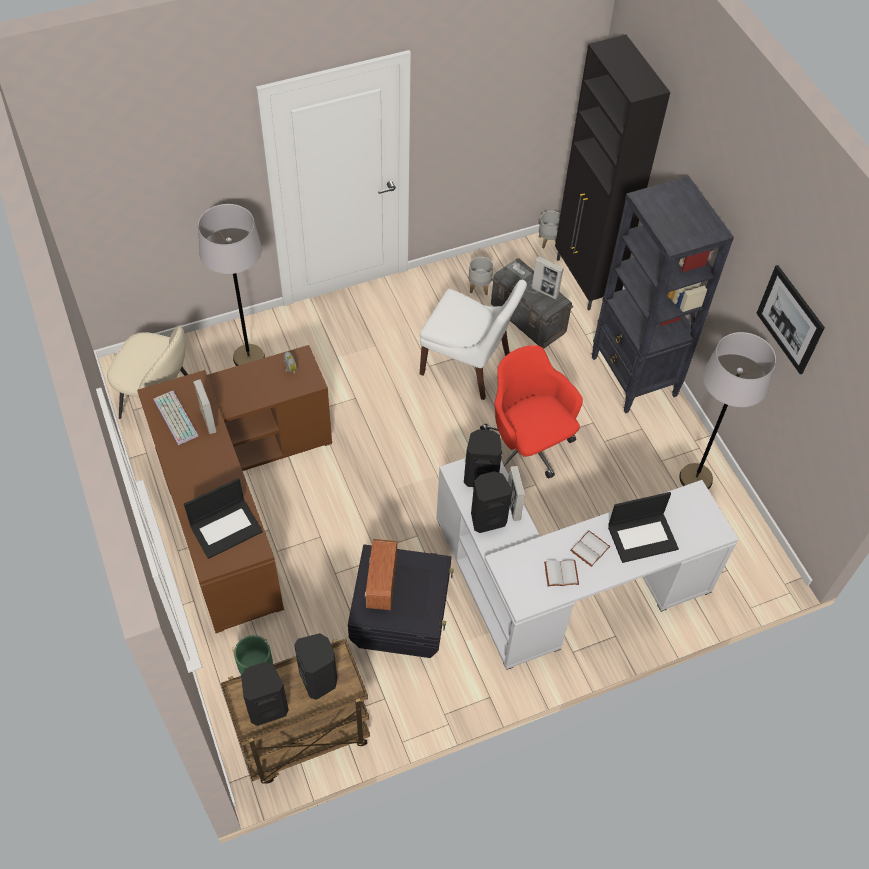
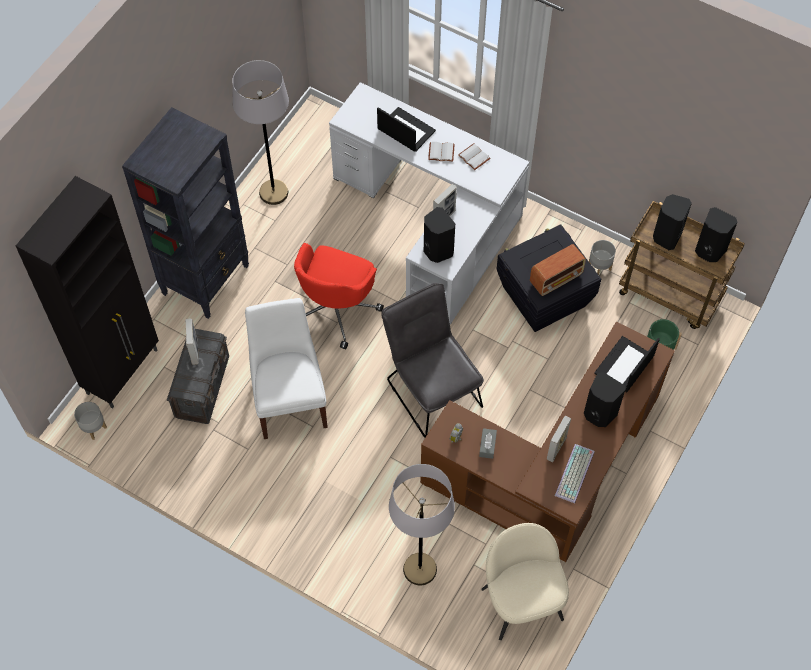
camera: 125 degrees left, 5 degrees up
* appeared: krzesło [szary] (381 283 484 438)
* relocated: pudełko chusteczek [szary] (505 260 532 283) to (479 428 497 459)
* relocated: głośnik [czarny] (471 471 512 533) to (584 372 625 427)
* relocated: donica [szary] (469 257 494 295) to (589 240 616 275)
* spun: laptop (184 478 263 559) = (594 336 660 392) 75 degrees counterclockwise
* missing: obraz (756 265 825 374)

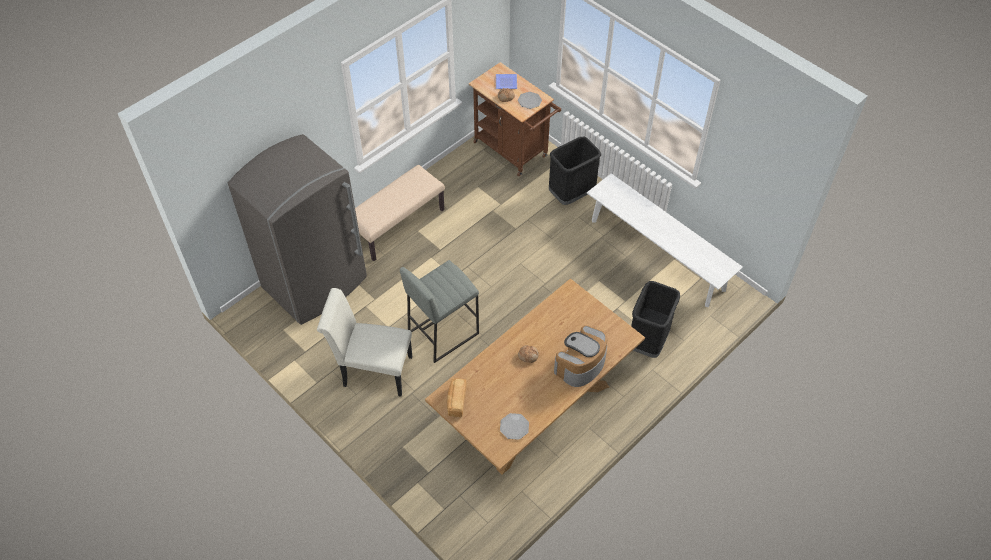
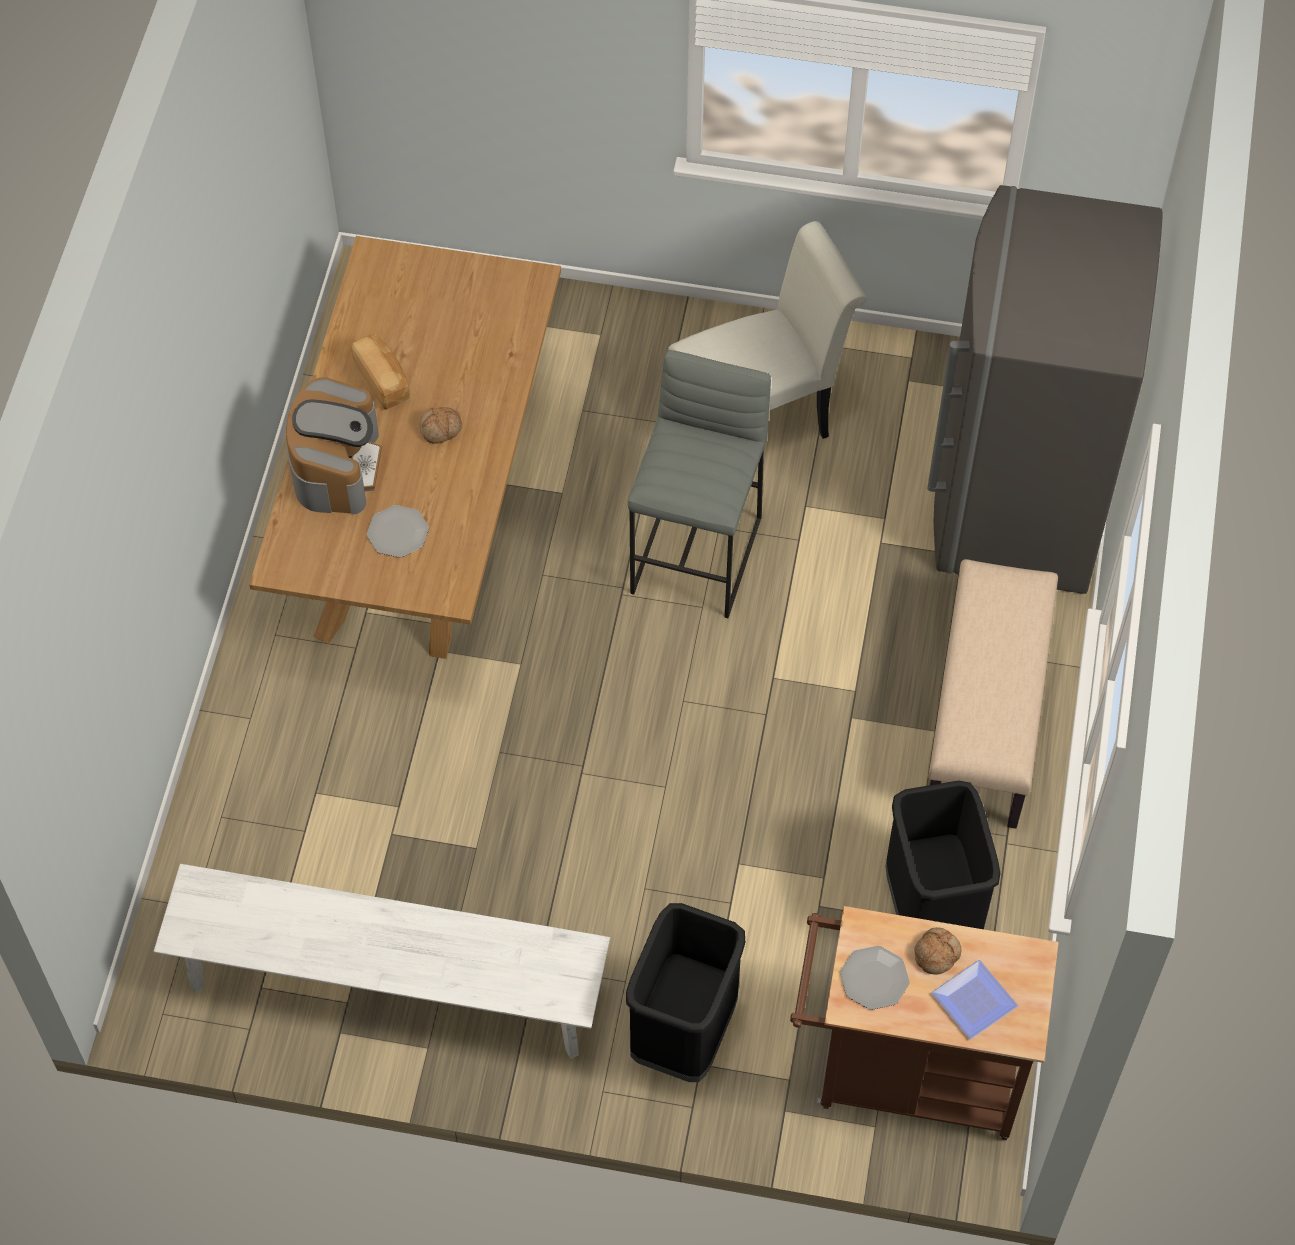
camera: 145 degrees right, 5 degrees up
* relocated: chleb (447 378 467 417) to (351 334 410 410)
* relocated: talerz (500 413 529 440) to (367 505 429 558)
* relocated: kosz na śmieci [czarny] (631 281 680 358) to (885 781 1000 929)

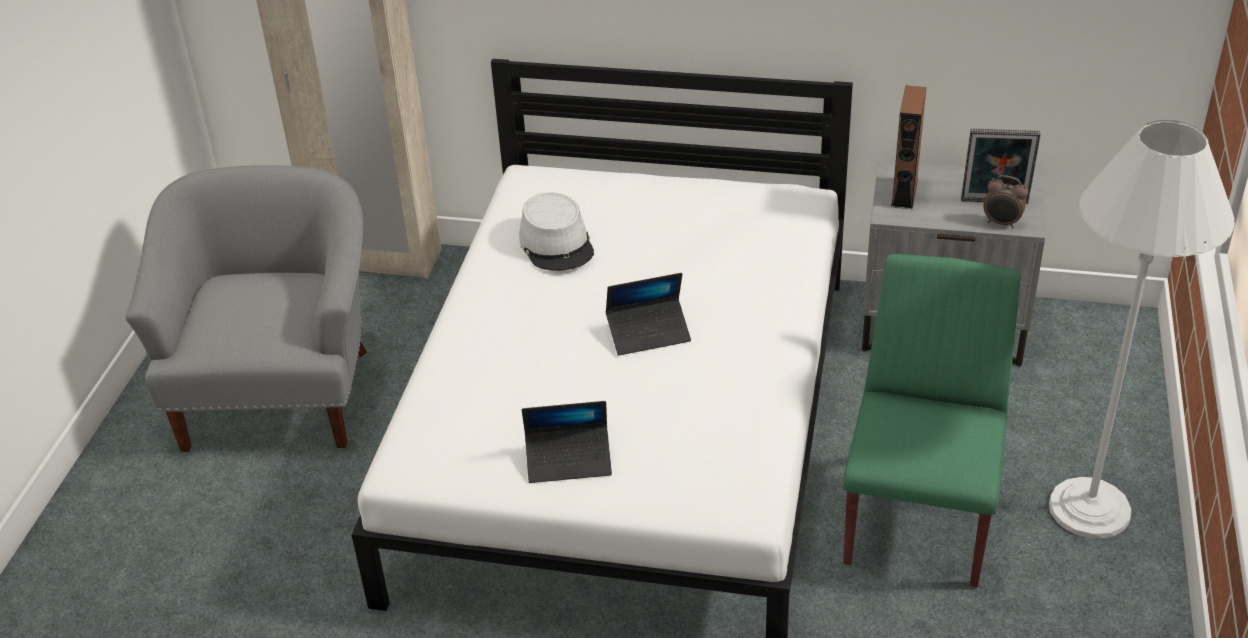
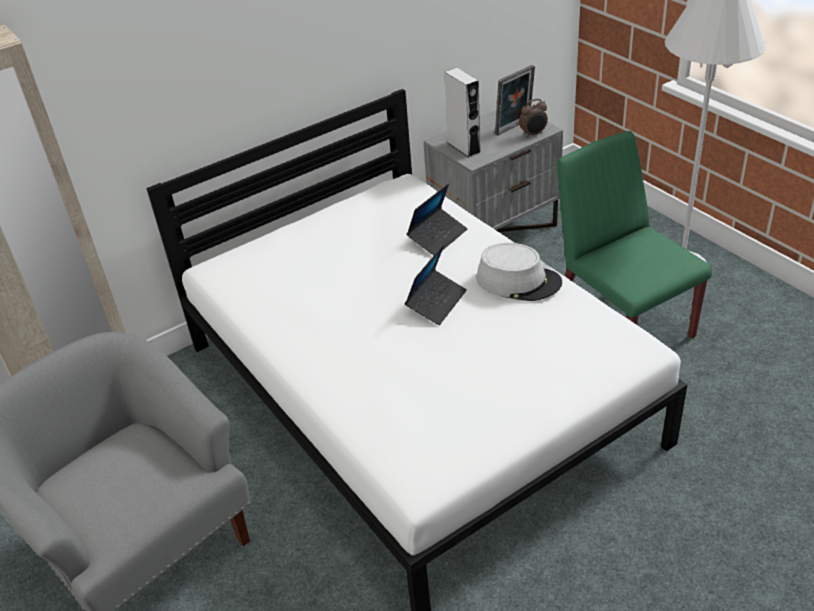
camera: 45 degrees left, 0 degrees up
* relocated: laptop (522 401 612 483) to (406 184 467 256)
* colour: głośnik [brązowy] (891 86 927 209) to głośnik [szary] (444 68 481 158)
* relocated: kapelusz [szary] (519 192 594 271) to (477 243 562 301)

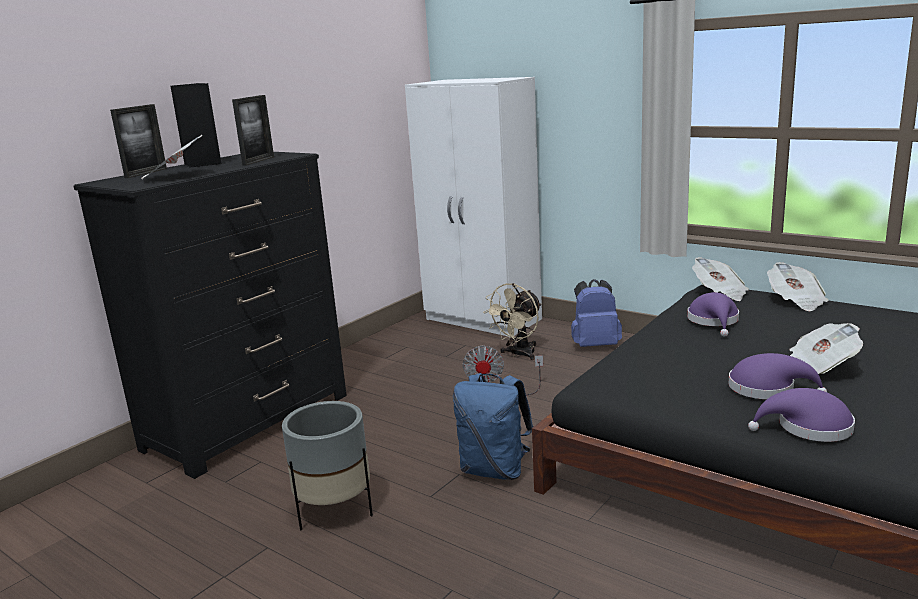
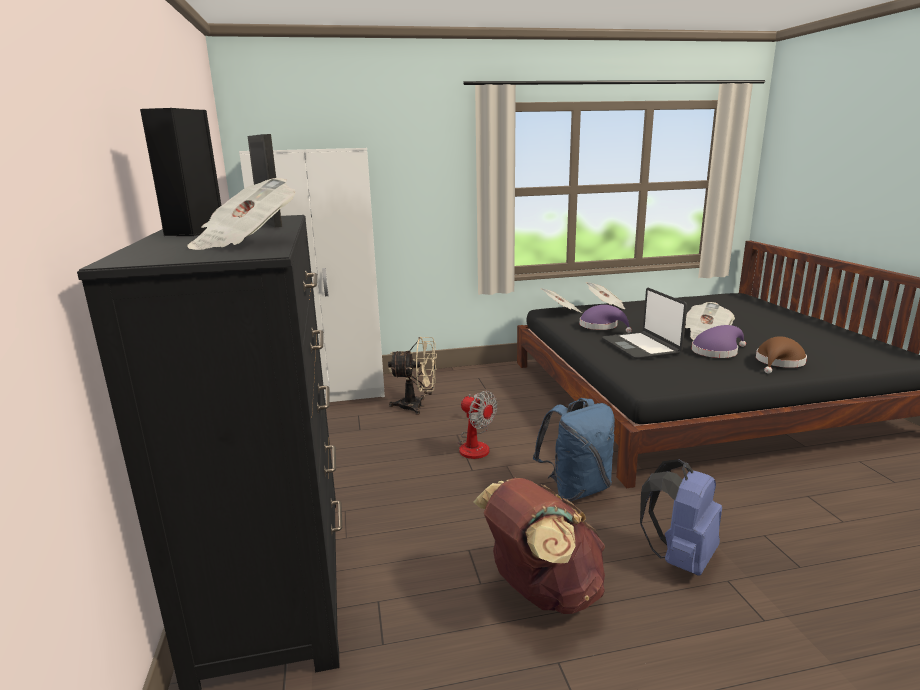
camera: 50 degrees left, 0 degrees up
* spun: wentylator [beżowy] (483 283 541 360) = (388 337 437 415) 75 degrees counterclockwise
* exchanged: donica [szary] (282 401 373 530) to plecak [brązowy] (474 478 605 614)
* appeared: laptop (602 288 687 360)
* relocated: plecak [niebieski] (571 279 622 347) to (640 459 722 576)
* colour: kapelusz [fioletowy] (748 388 855 442) to kapelusz [brązowy] (756 336 807 374)
* missing: ramka na zdjęcie (110 104 167 178)

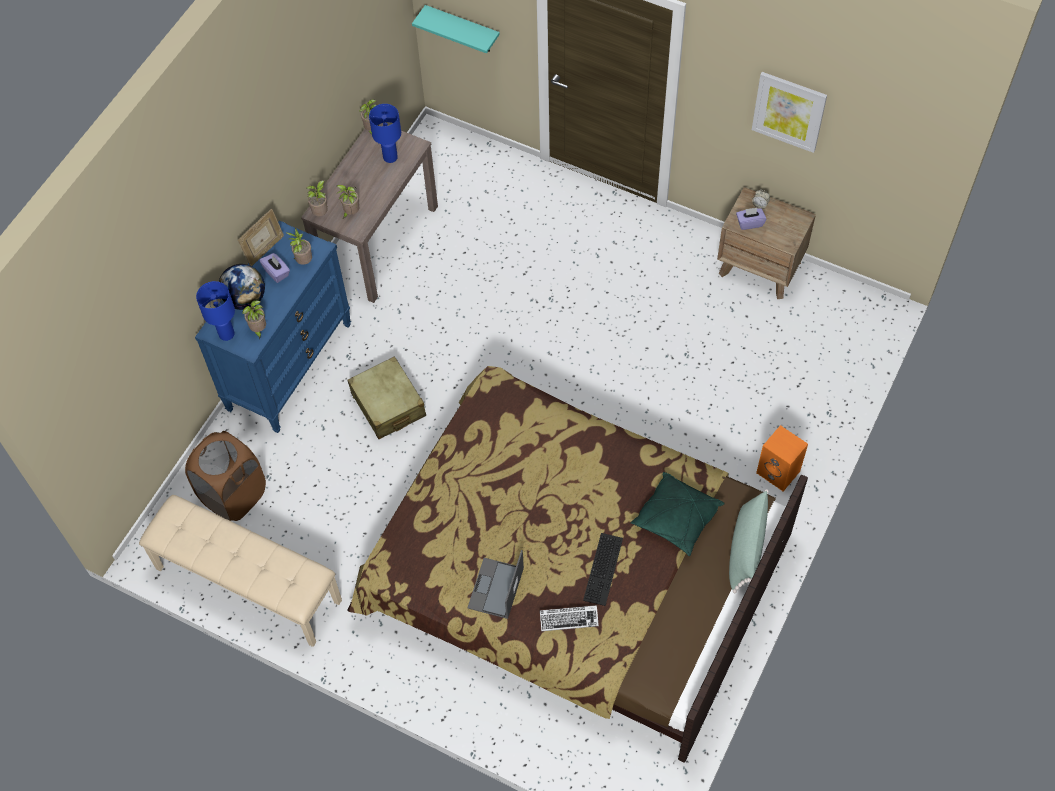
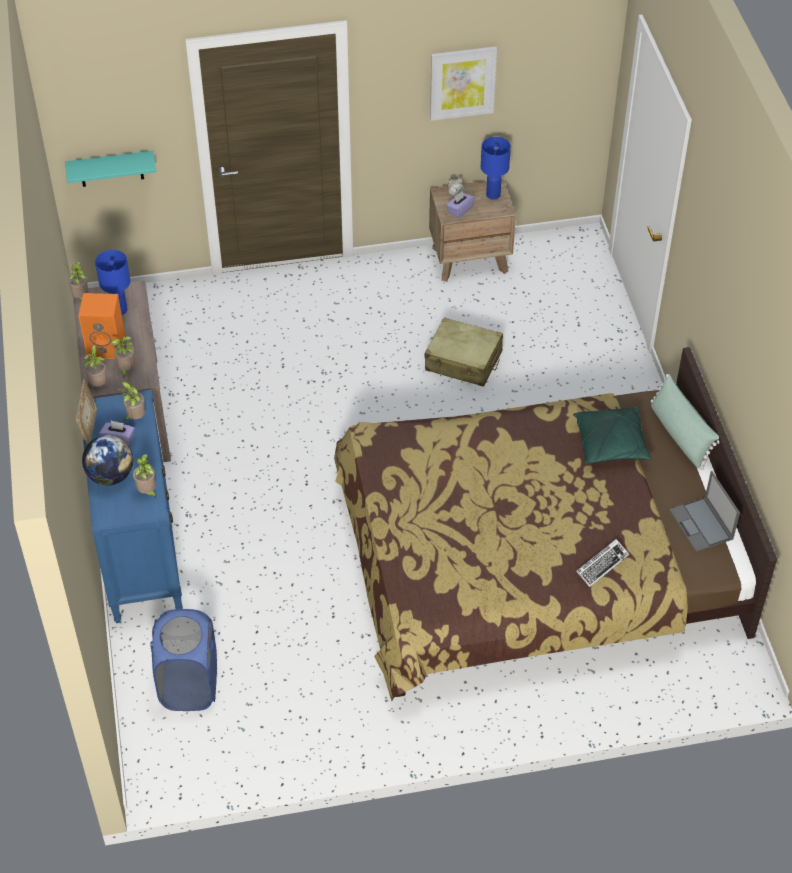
camera: 40 degrees left, 10 degrees down
* relocated: głośnik [pomarańczowy] (756 425 808 492) to (78 293 125 359)
* colour: kosz na pranie [brązowy] (185 431 266 521) to kosz na pranie [niebieski] (150 609 217 711)
* relocated: walizka [beżowy] (348 356 426 439) to (425 318 503 387)
* relocated: lampa stołowa [niebieski] (196 281 235 341) to (481 137 511 200)
* relocated: laptop (467 550 524 619) to (669 471 740 552)
* missing: ławka [beżowy] (139 495 342 647)
* missing: klawiatura (583 533 623 606)

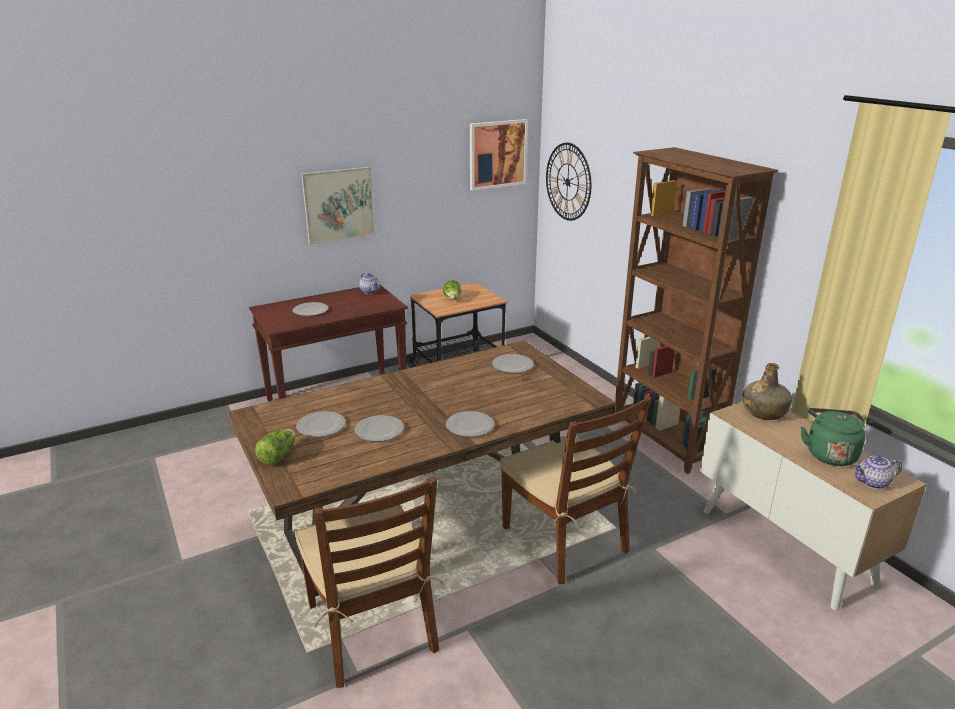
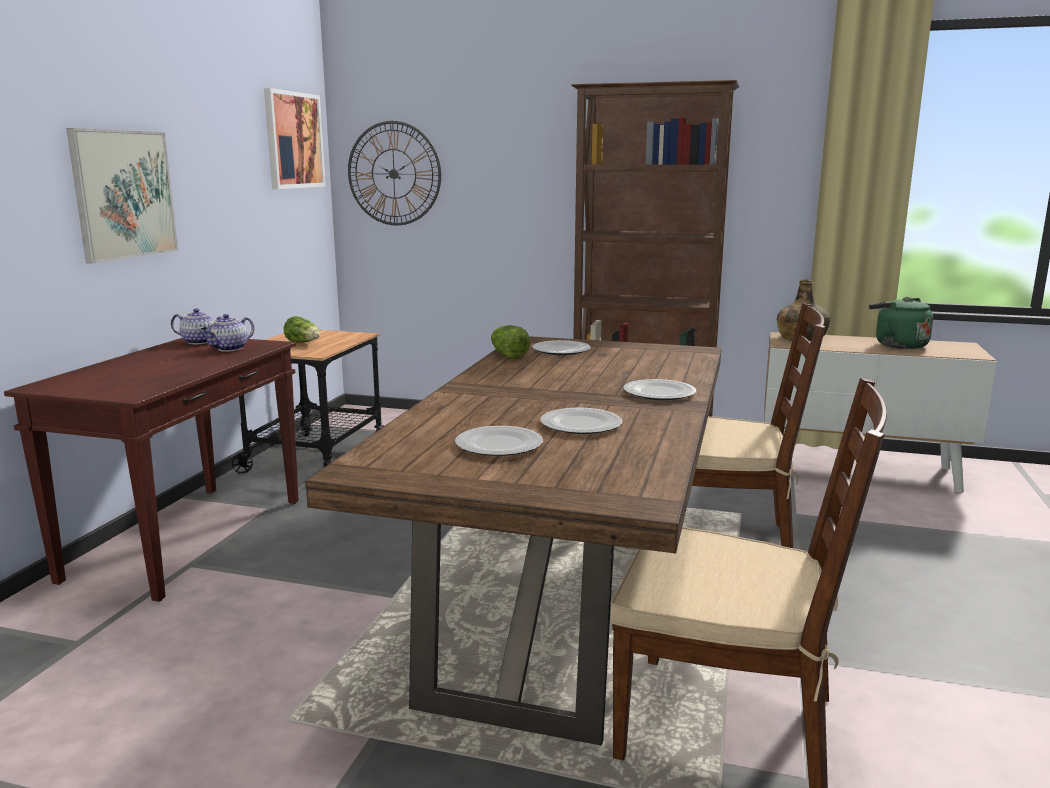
camera: 45 degrees left, 10 degrees down
* relocated: imbryk (853 455 902 489) to (200 314 254 352)
* relocated: sałata (255 429 295 465) to (491 325 530 359)
* missing: talerz (293 302 329 316)

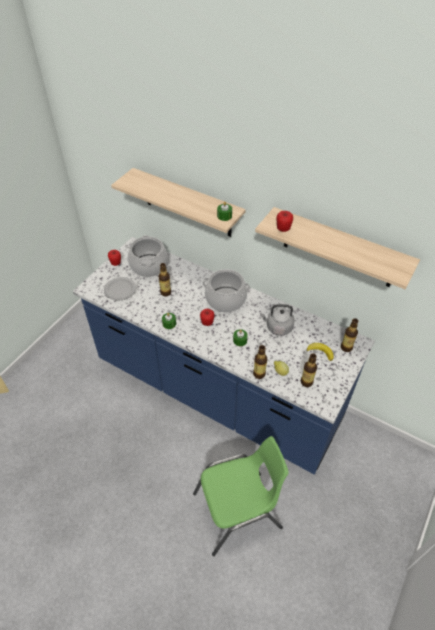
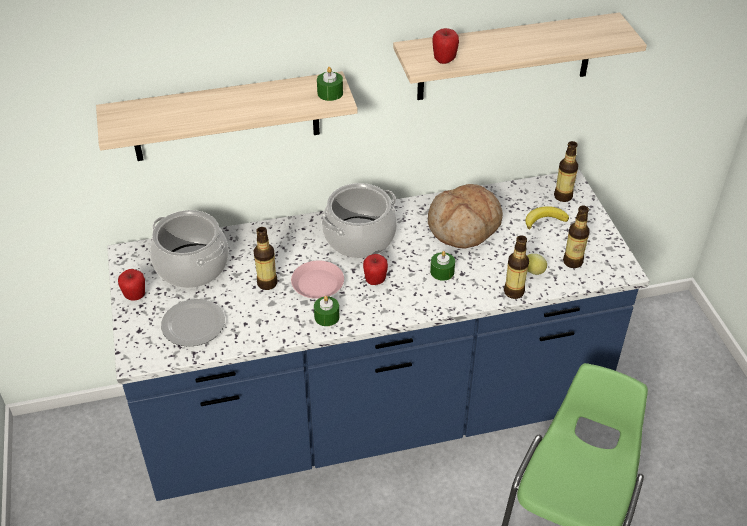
camera: 45 degrees left, 5 degrees down
* appeared: talerz [różowy] (291 261 344 299)
* exchanged: czajnik [szary] (260 304 295 336) to chleb (428 184 503 248)

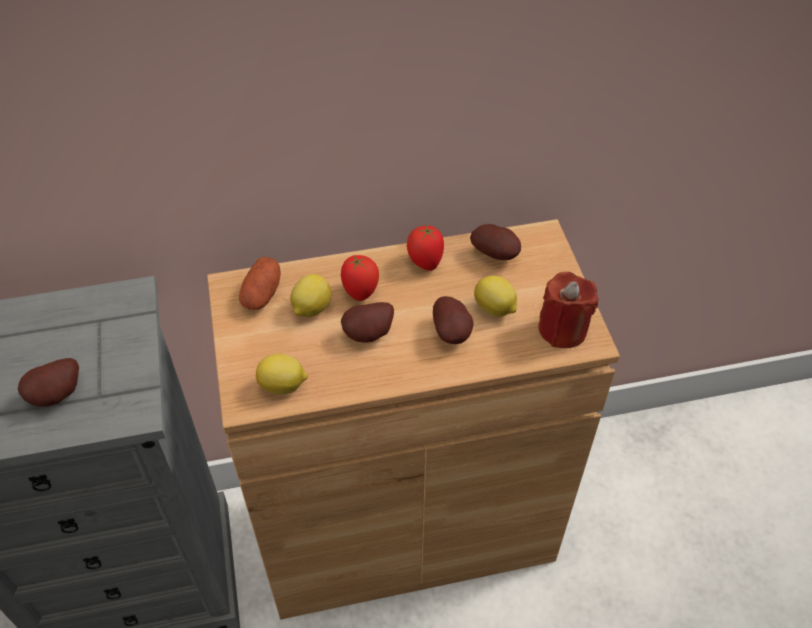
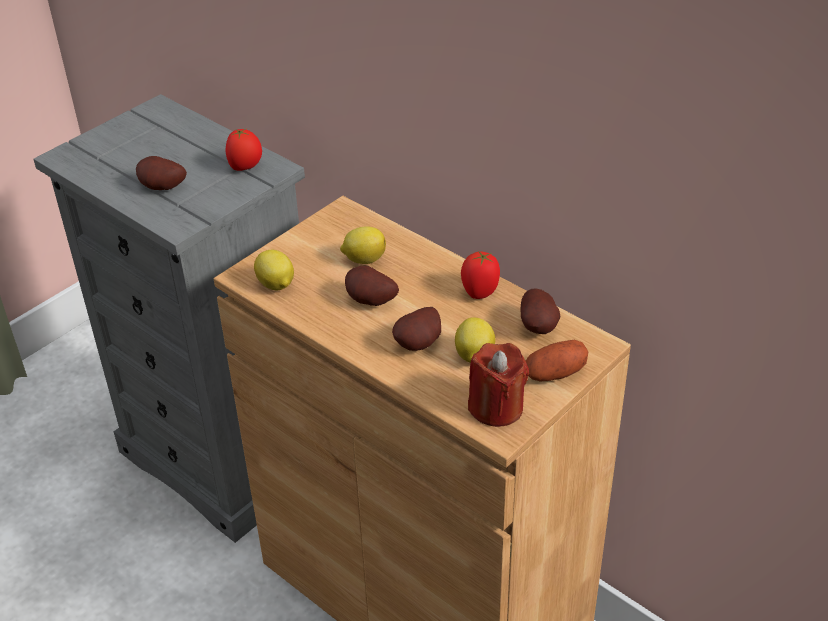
camera: 55 degrees right, 10 degrees down
* relocated: pomidor (341 255 379 301) to (226 129 262 171)
* relocated: ziemniak (239 257 281 310) to (526 340 588 381)

